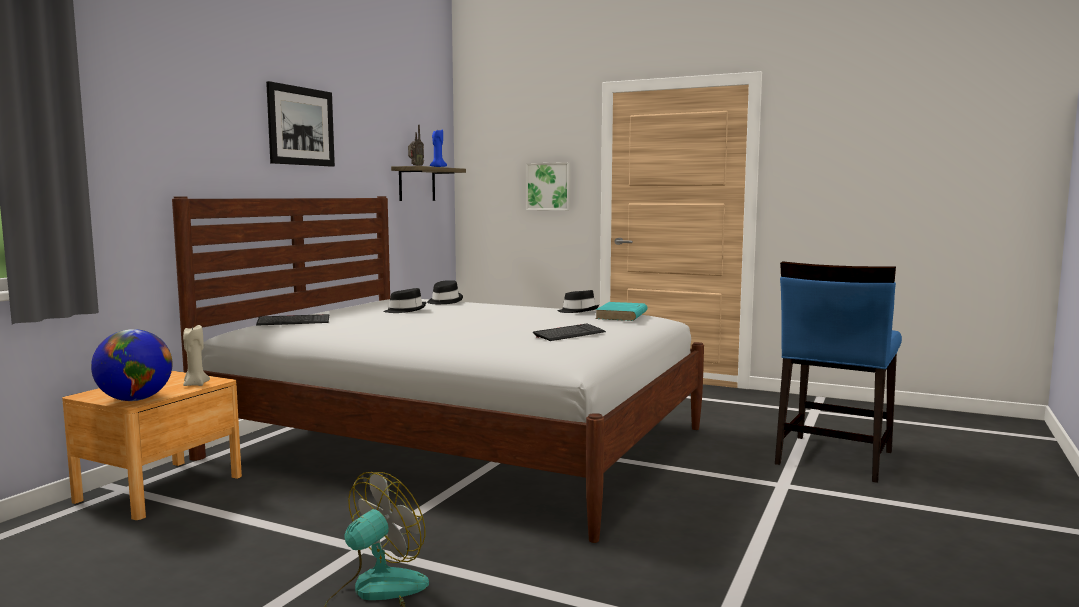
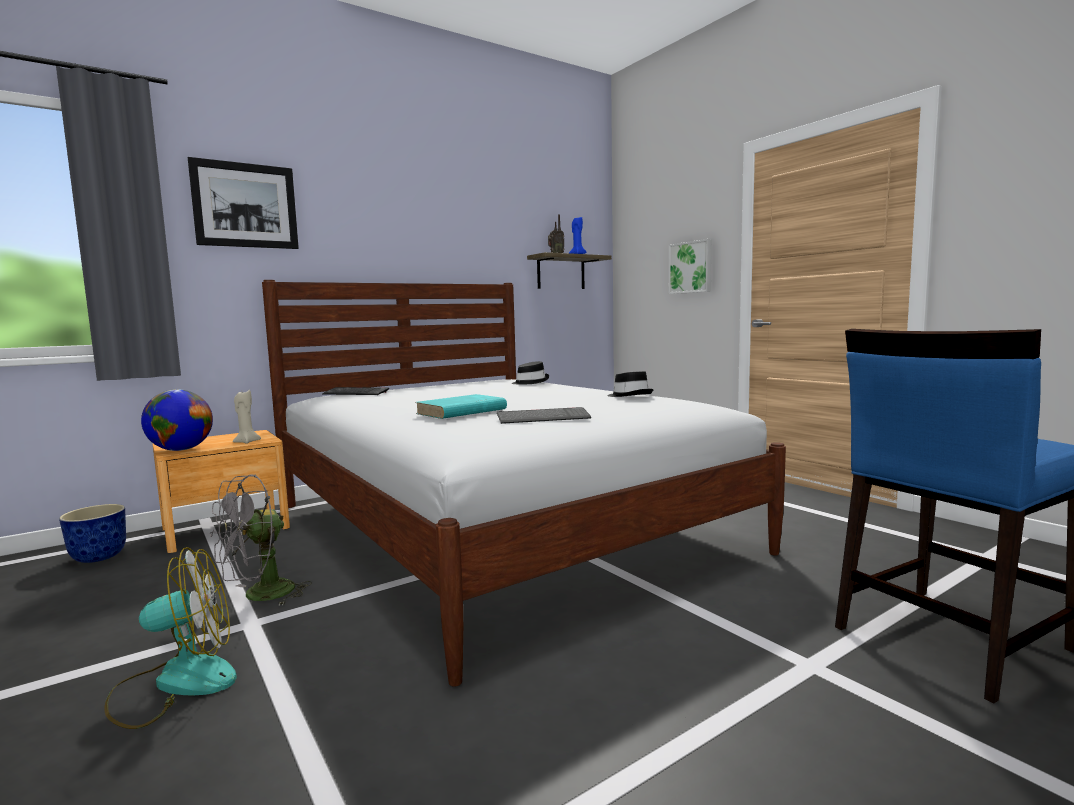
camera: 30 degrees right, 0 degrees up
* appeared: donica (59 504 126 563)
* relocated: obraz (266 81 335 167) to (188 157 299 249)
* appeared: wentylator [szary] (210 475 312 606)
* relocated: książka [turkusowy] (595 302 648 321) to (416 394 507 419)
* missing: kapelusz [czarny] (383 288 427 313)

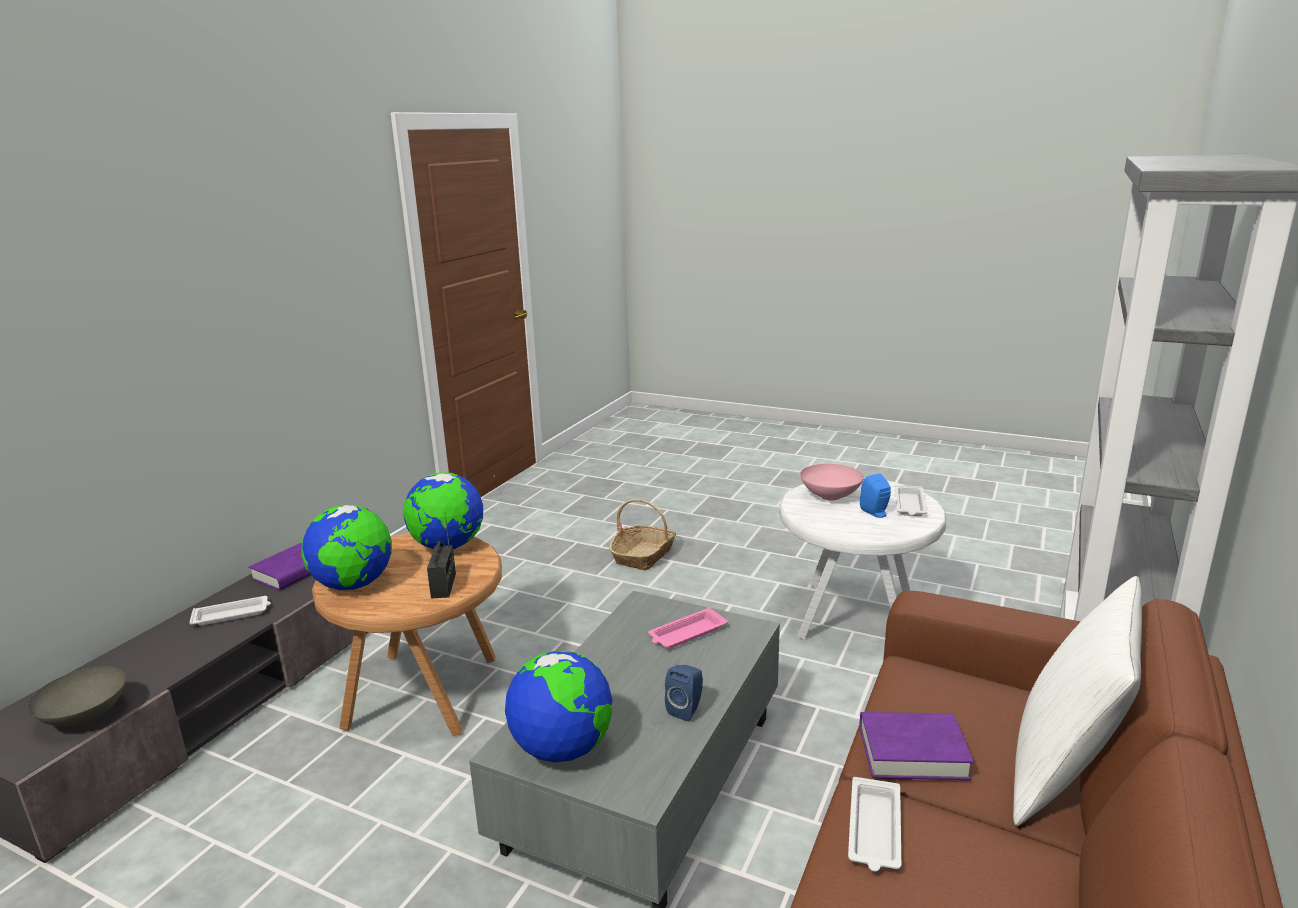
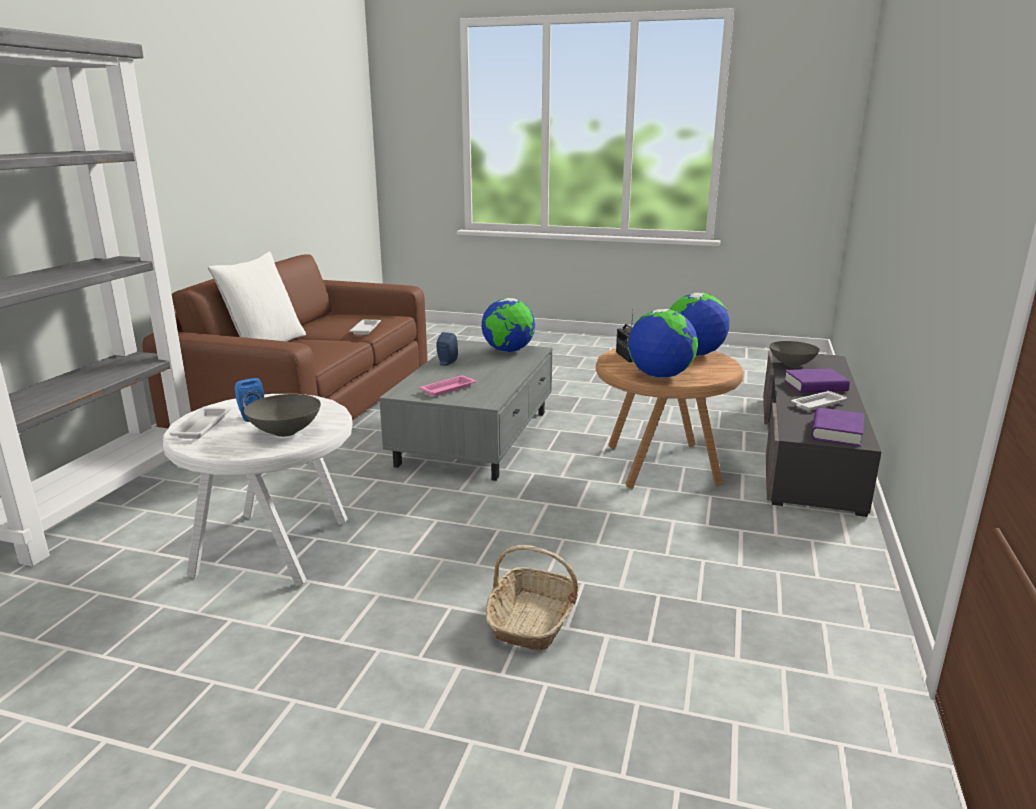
camera: 170 degrees right, 0 degrees up
* colour: miska [różowy] (800 464 864 501) to miska [szary] (244 394 321 437)
* relocated: książka [fioletowy] (860 712 974 780) to (784 368 850 393)

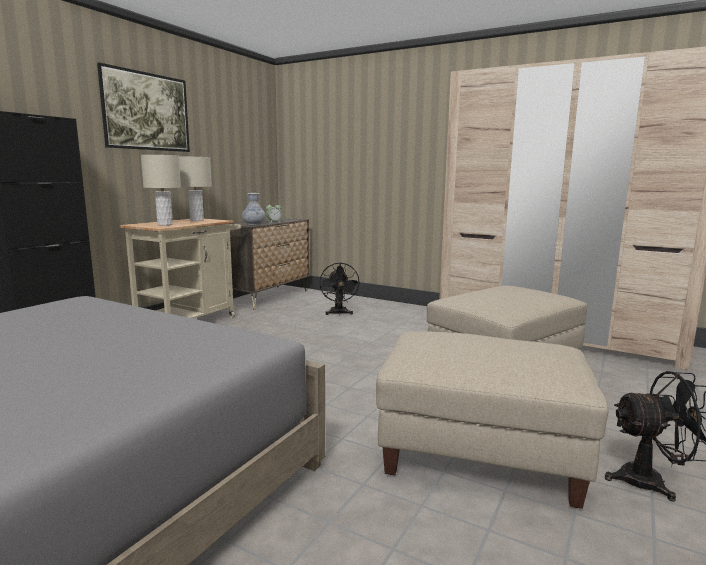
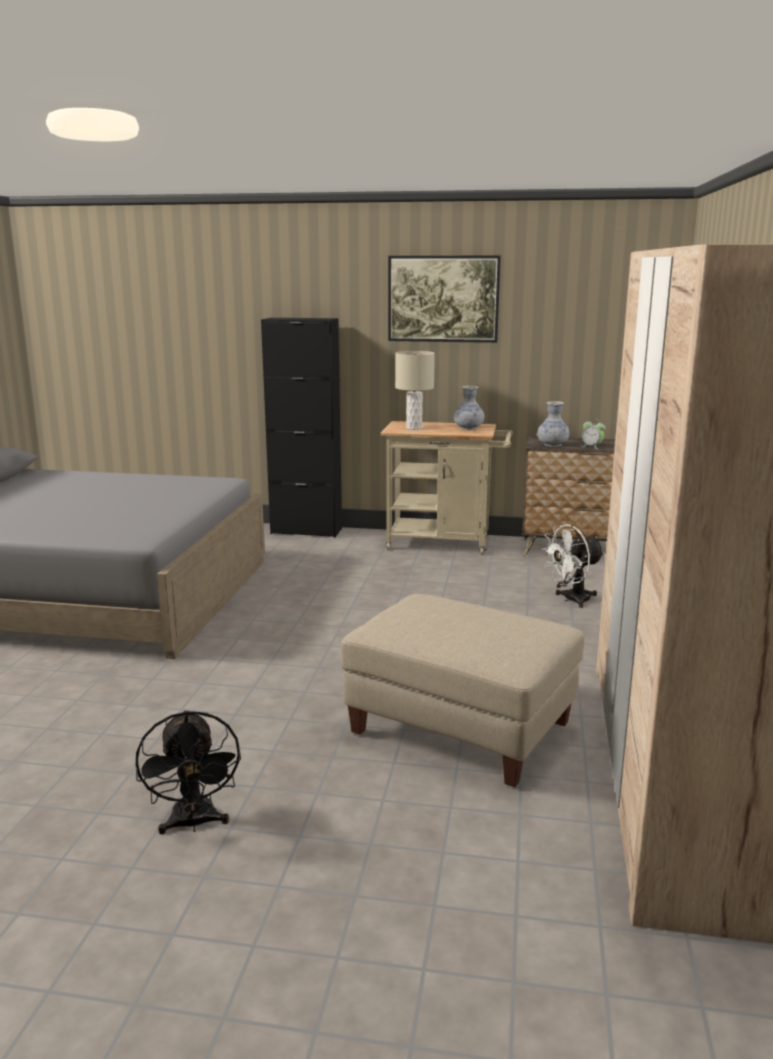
camera: 70 degrees right, 5 degrees up
* exchanged: lampa stołowa [beżowy] (179 157 212 221) to wazon (454 386 484 430)
* colour: wentylator [czarny] (319 262 360 315) to wentylator [biały] (541 524 604 608)
* missing: pufa [beżowy] (376 331 609 509)

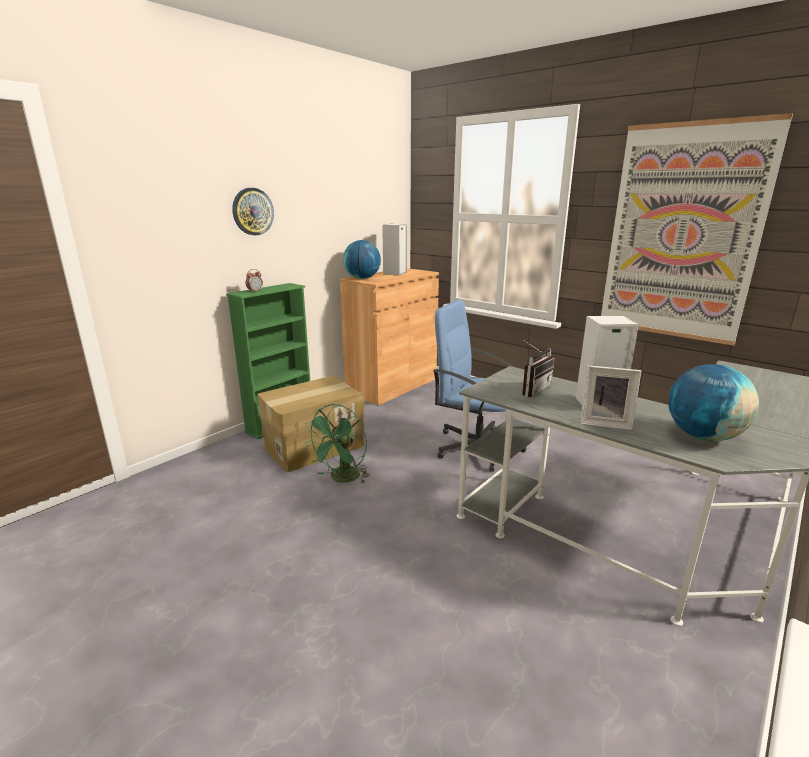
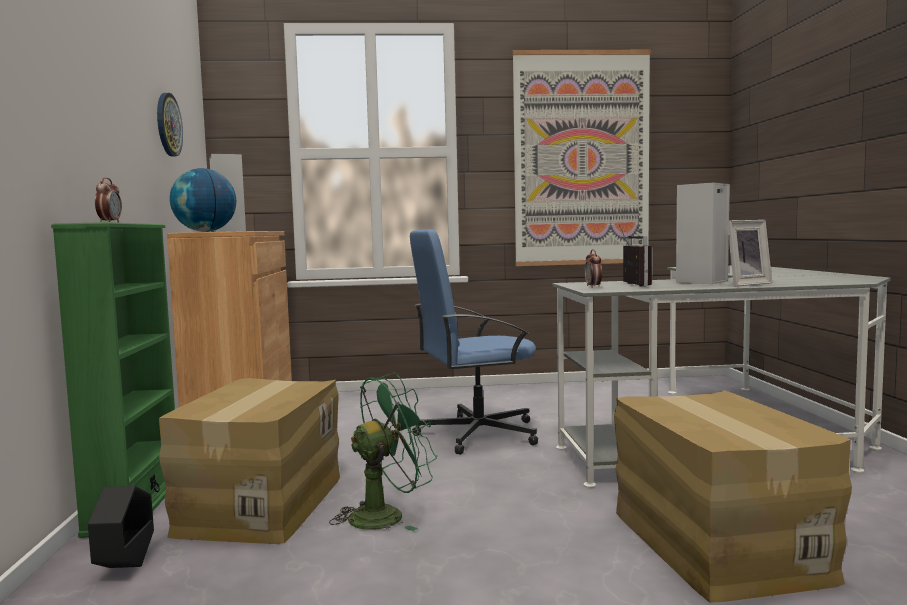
camera: 45 degrees left, 15 degrees down
* appeared: donica [czarny] (88 486 154 568)
* relocated: zegar ścienny (232 188 274 235) to (157 93 183 157)
* spun: wentylator [zielony] (304 404 370 483) = (329 373 437 531) 105 degrees counterclockwise
* appeared: budzik (584 249 602 288)
* appeared: karton (614 391 852 603)
* missing: globus (668 364 759 441)

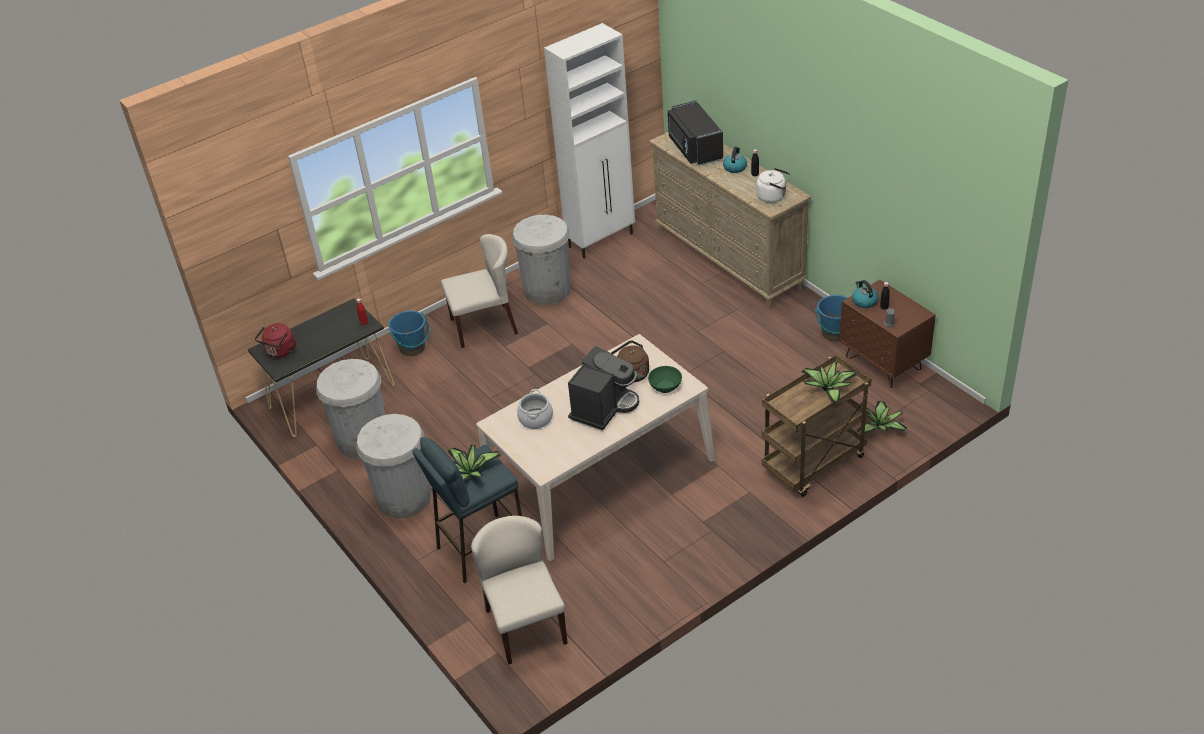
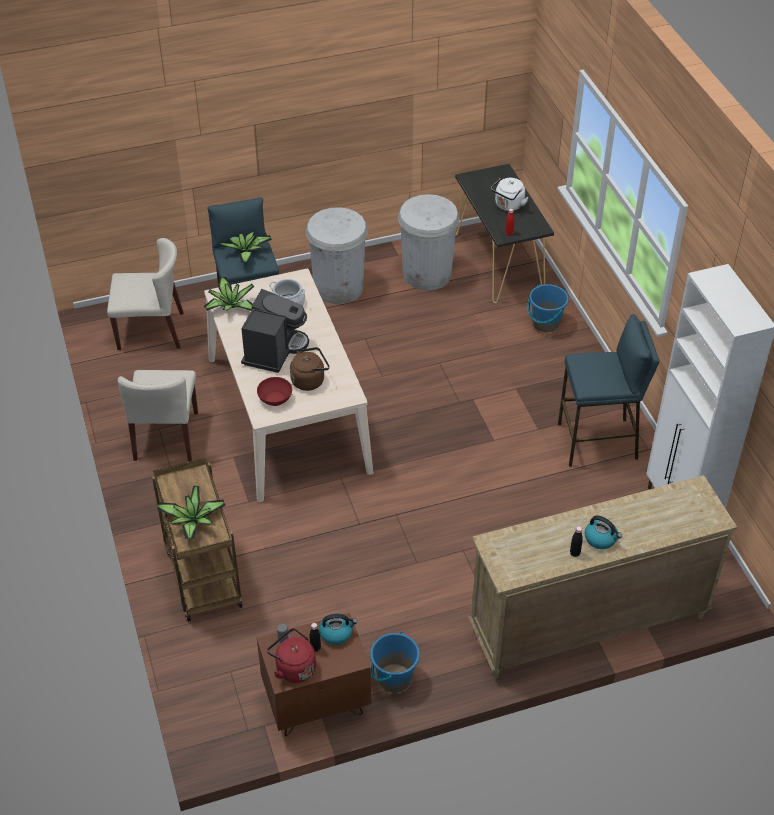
camera: 105 degrees right, 5 degrees up
* relocated: krzesło [beżowy] (441 234 518 348) to (118 370 198 461)
* relocated: roślina doniczkowa (857 401 907 434) to (204 277 254 311)
* spun: ekspres do kawy (568 346 639 430) = (241 289 309 373) 120 degrees counterclockwise
* colour: miska [zielony] (648 366 682 393) to miska [czerwony] (257 377 292 406)
* relocated: czajnik [czerwony] (255 323 296 358) to (267 628 316 683)
* relocated: czajnik [biały] (756 168 790 203) to (491 178 528 211)
* exchanged: kosz na śmieci [biały] (512 215 571 305) to stołek [niebieski] (558 314 660 466)
* missing: mikrofalówka [czarny] (668 100 723 166)

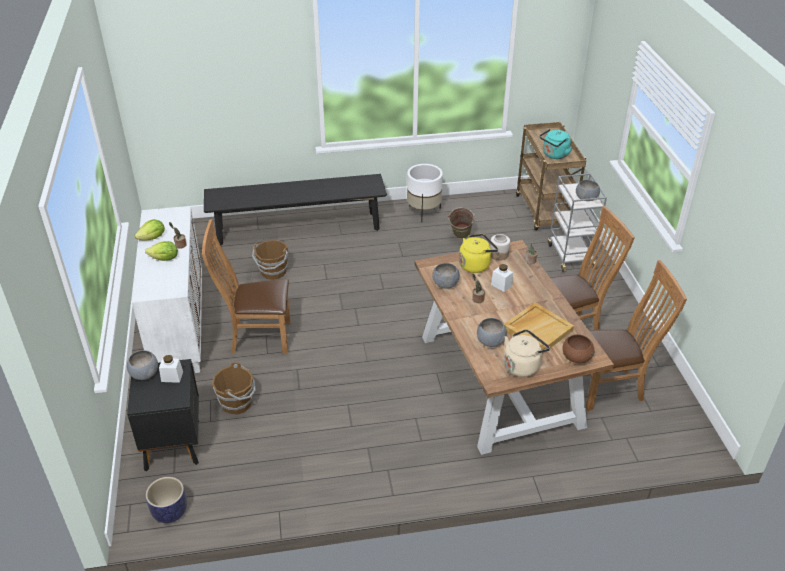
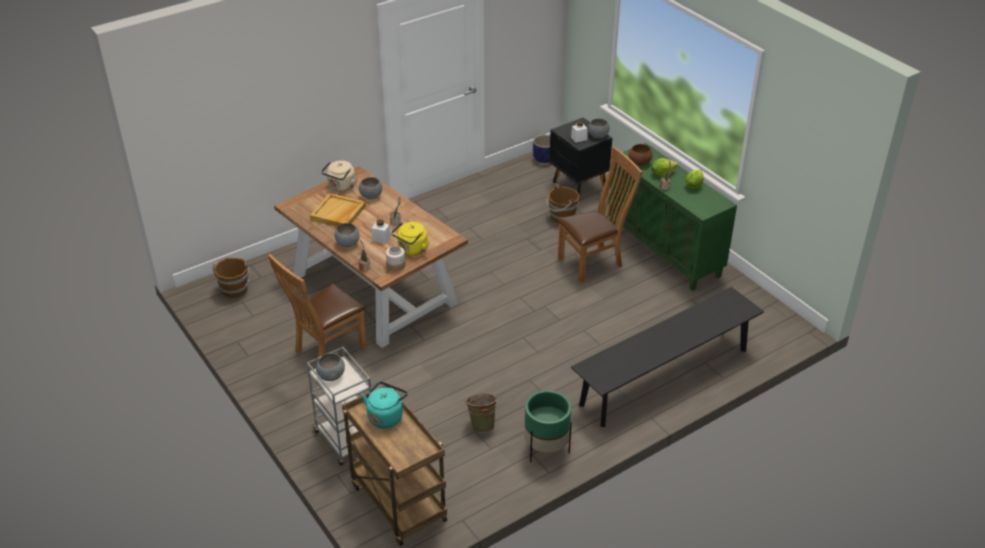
camera: 155 degrees right, 0 degrees up
* relocated: wiadro [brązowy] (252 240 288 280) to (212 258 250 298)
* relocated: miska [szary] (432 263 460 289) to (335 223 359 247)
* colour: donica [biały] (407 164 443 223) to donica [zielony] (524 390 572 462)
* colour: szafka [biały] (132 206 202 373) to szafka [zielony] (608 143 737 291)
* relocated: miska [brązowy] (562 334 595 363) to (629 144 653 165)
* missing: krzesło [brązowy] (586 260 687 411)

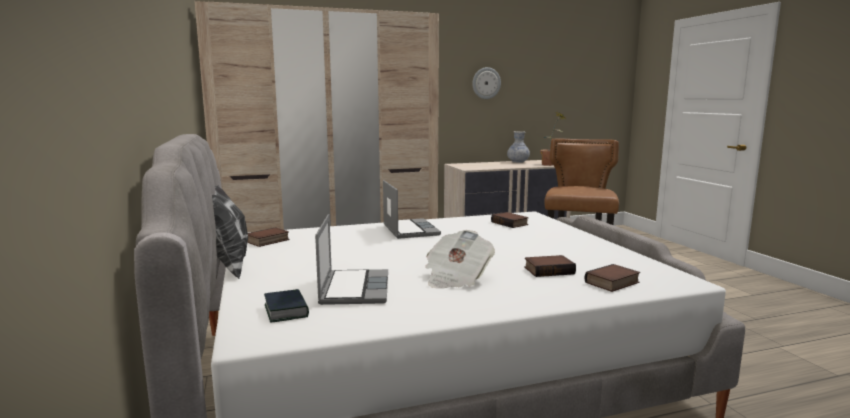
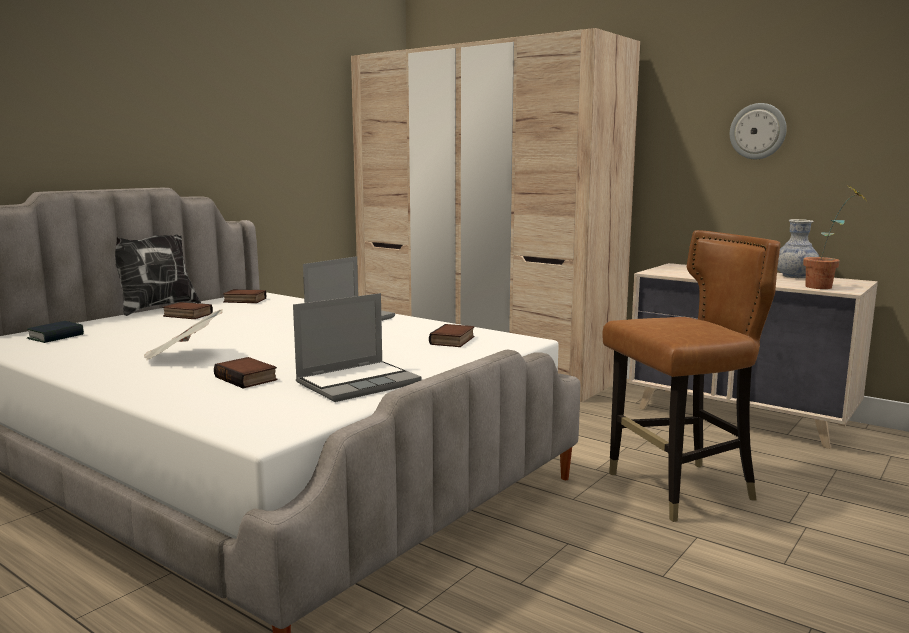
camera: 55 degrees right, 0 degrees up
* relocated: książka (584 264 640 292) to (162 302 213 319)
* relocated: laptop (315 214 388 305) to (293 293 422 402)

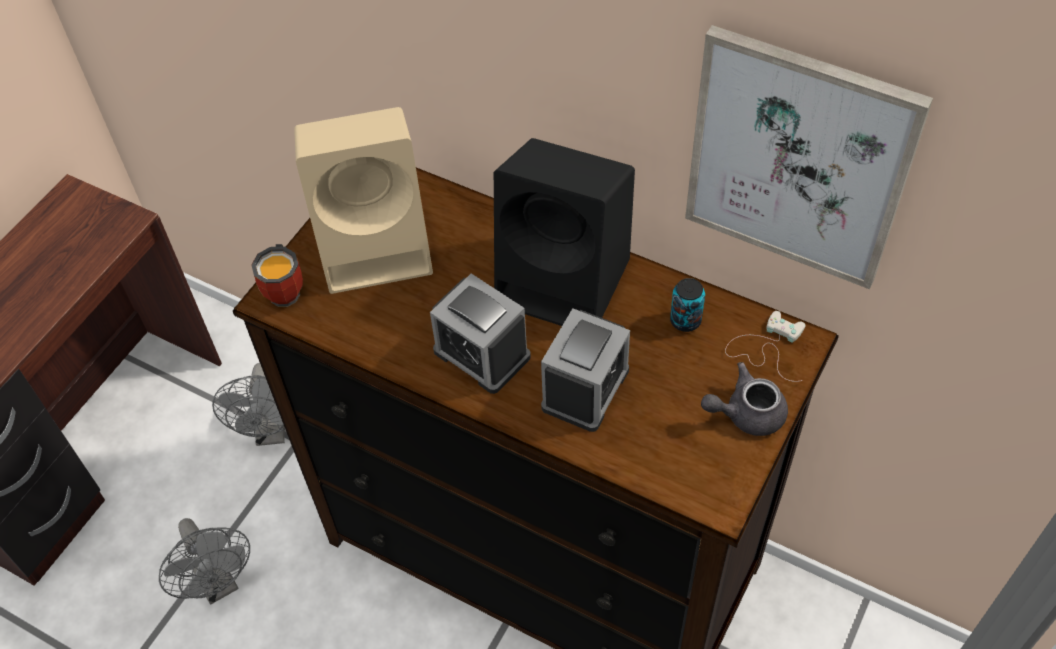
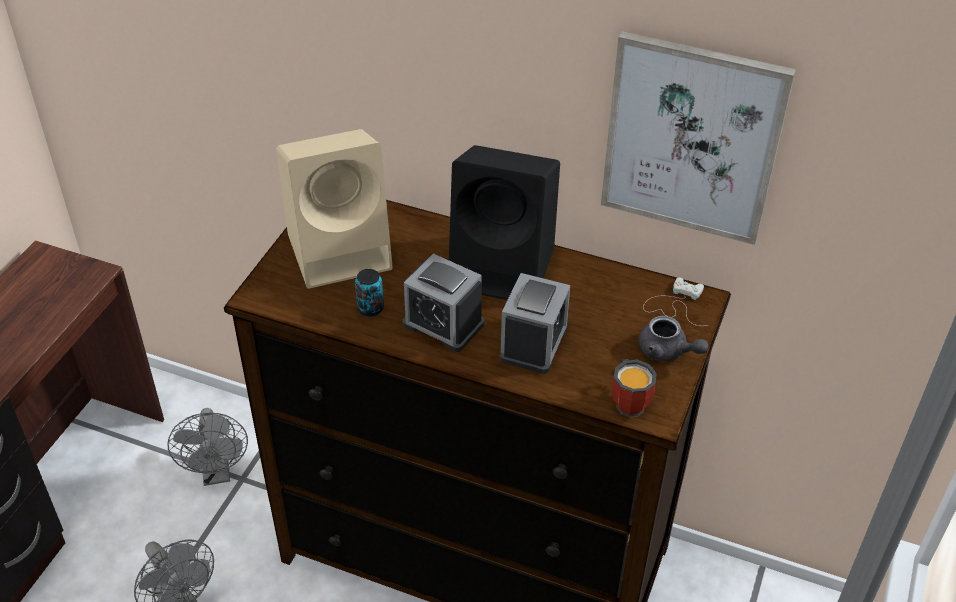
camera: 10 degrees left, 10 degrees down
* relocated: puszka (670 278 705 332) to (355 269 384 316)
* relocated: kubek (251 244 303 307) to (612 359 657 417)
* spun: imbryk [szary] (701 362 788 436) = (638 316 709 361) 120 degrees counterclockwise

